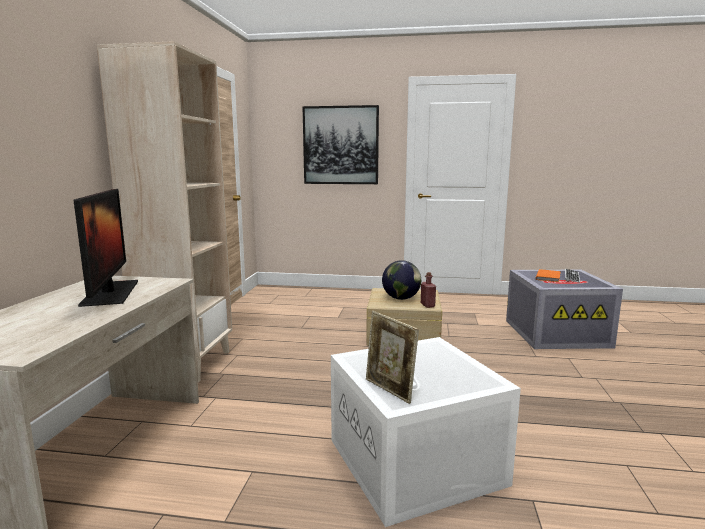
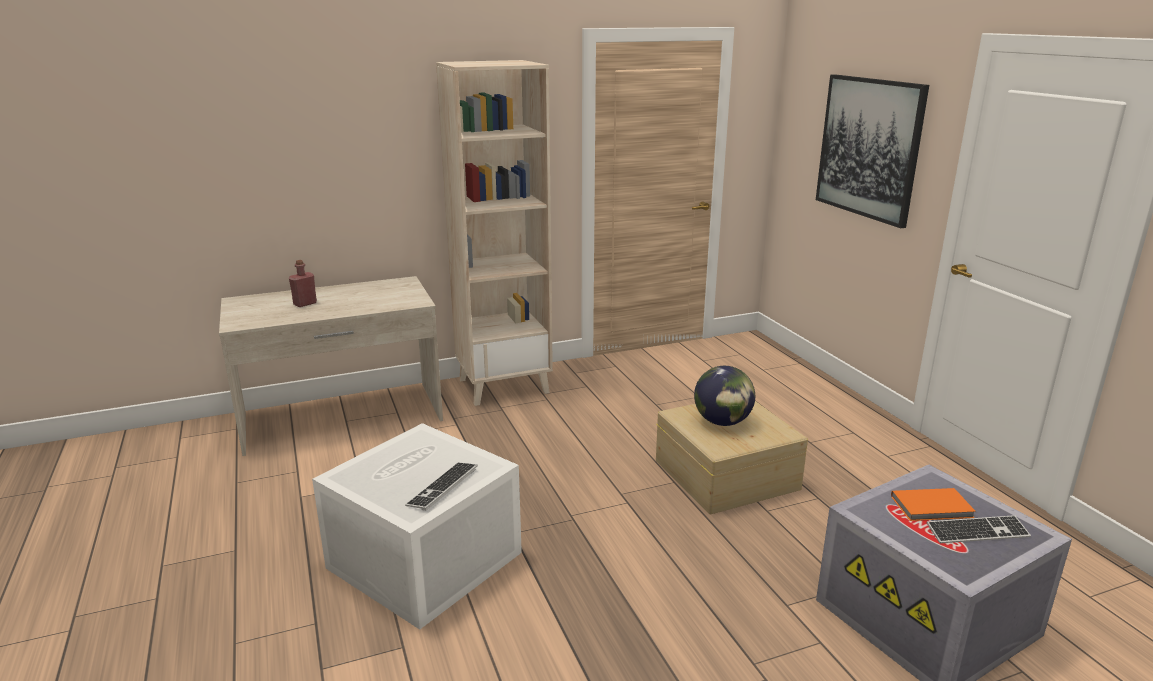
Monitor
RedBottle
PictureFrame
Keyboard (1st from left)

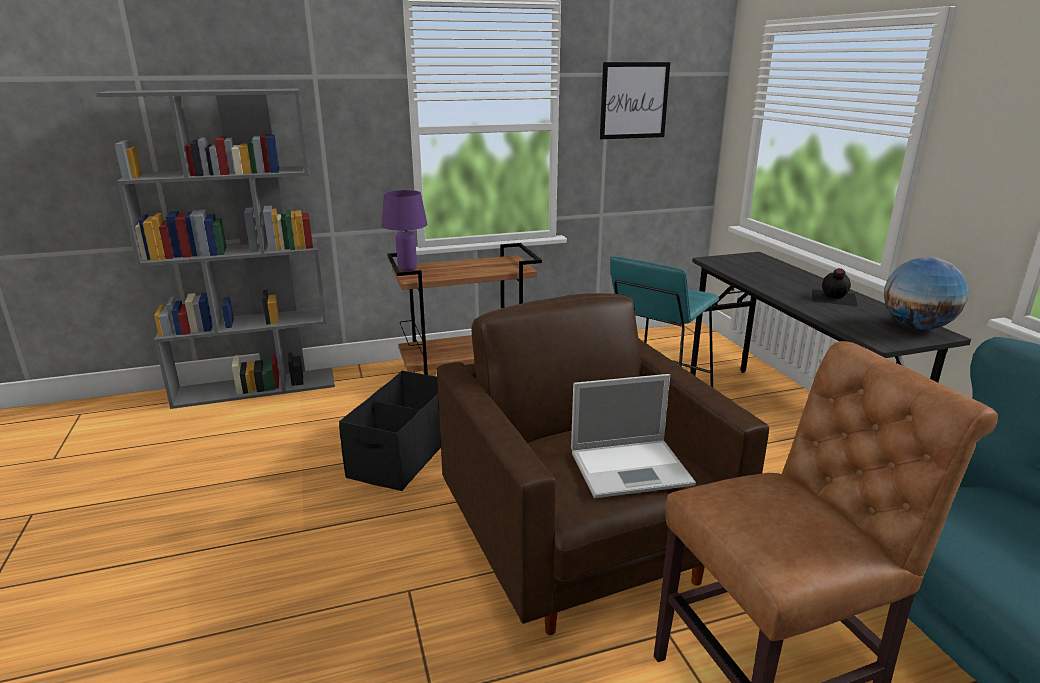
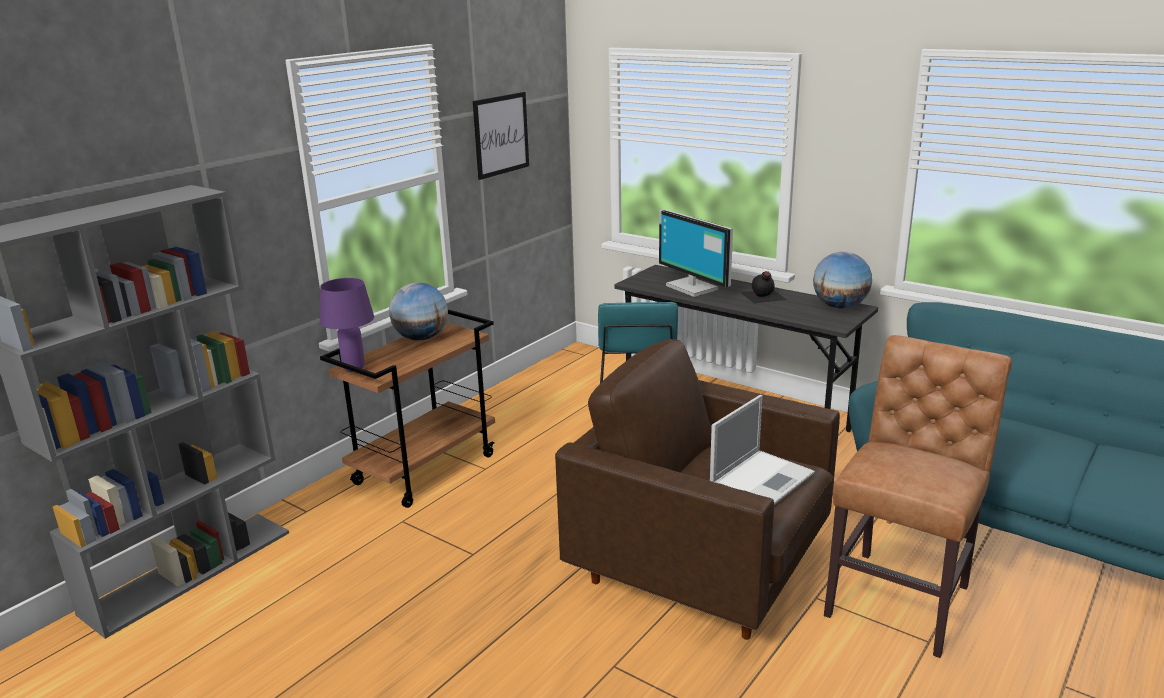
BlackStorageBox
Monitor
Globe (1st from left)

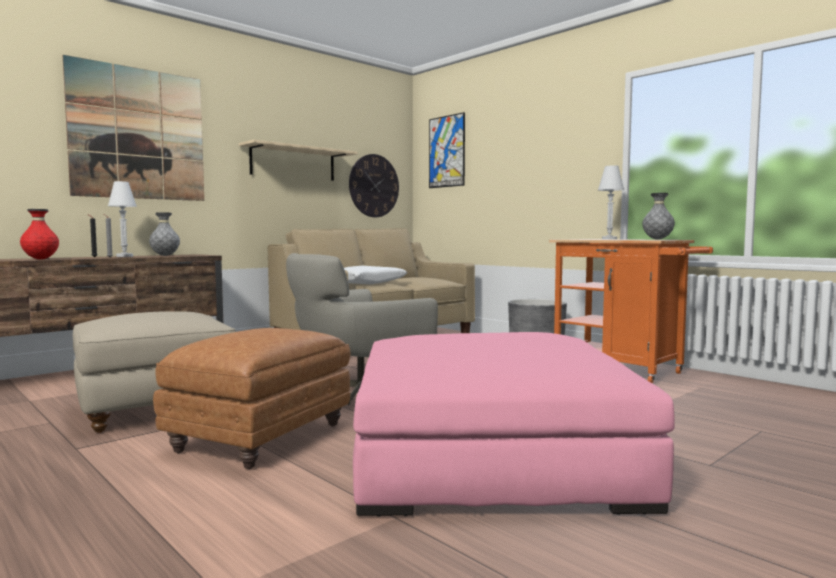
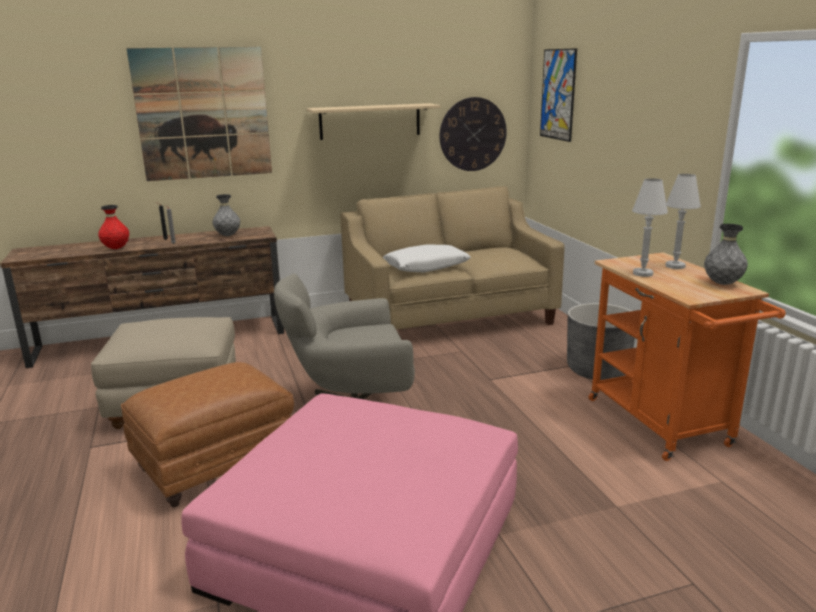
WhiteTableLamp (1st from left)

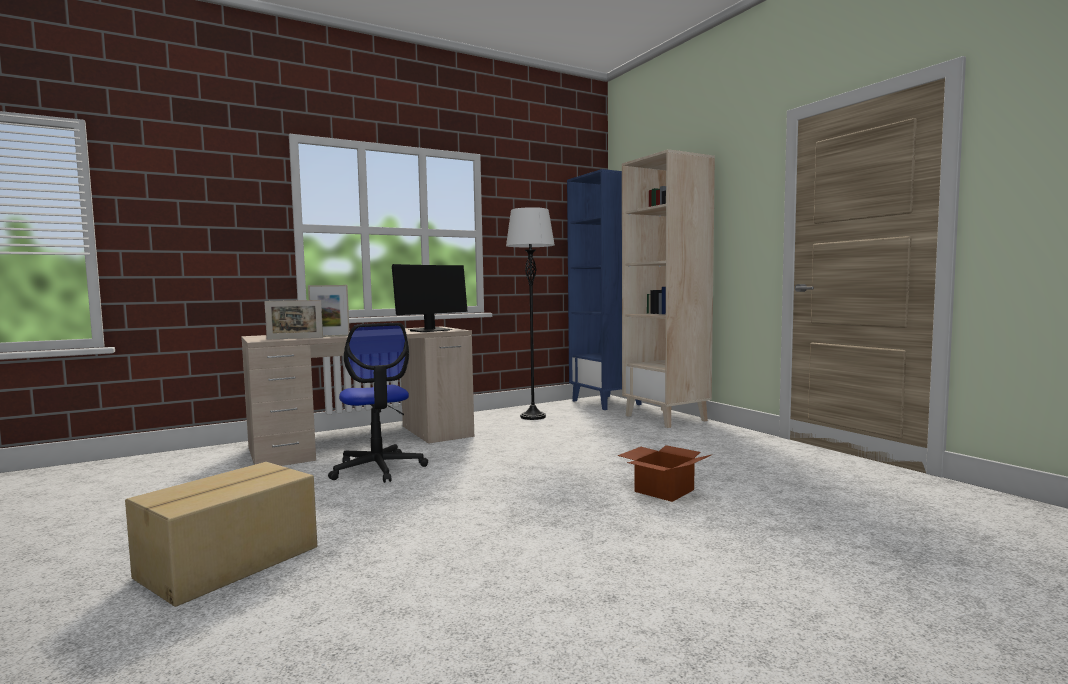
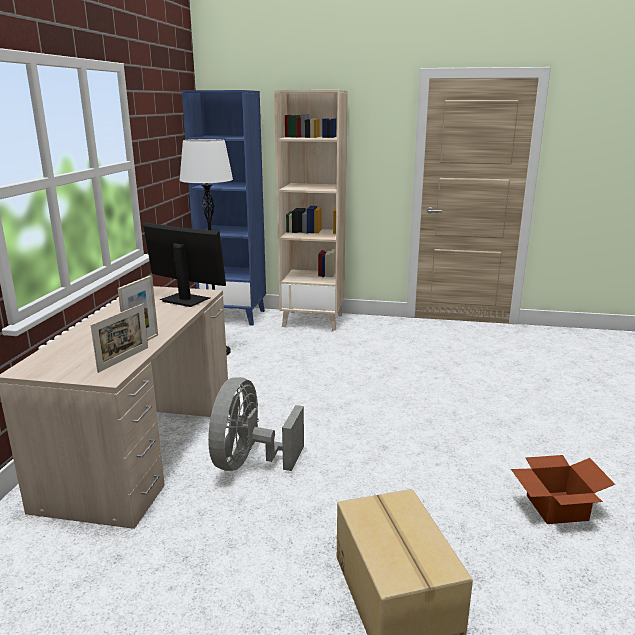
Monitor
GreyFan
CardboardBox (2nd from left)

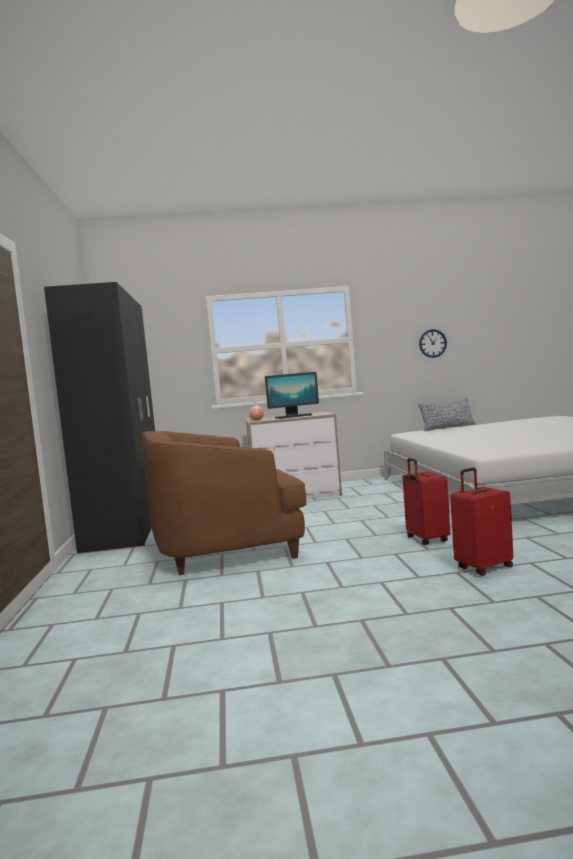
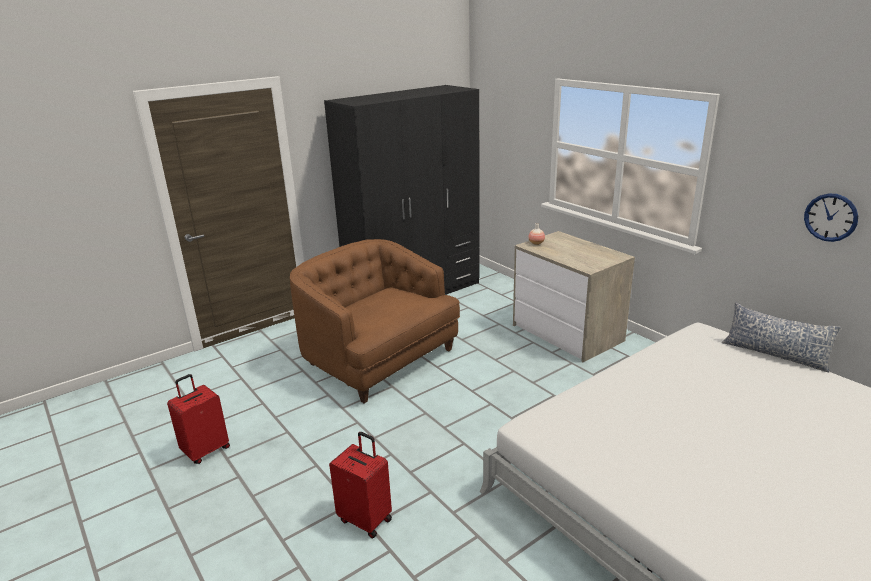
Monitor
RedSuitcase (1st from left)

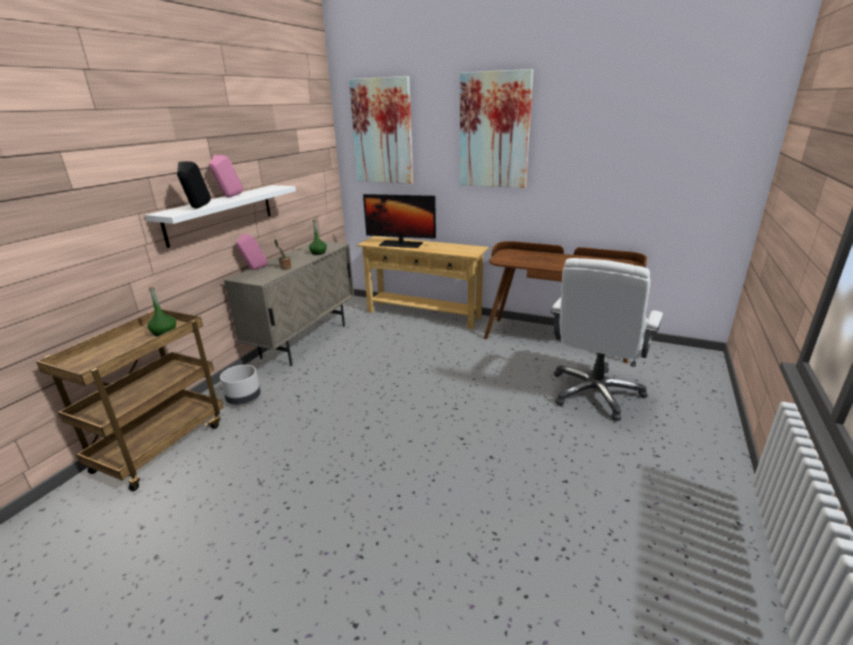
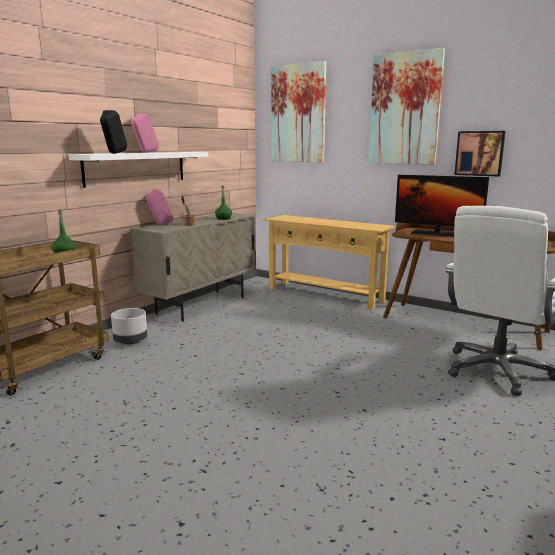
Monitor
Picture (3rd from left)

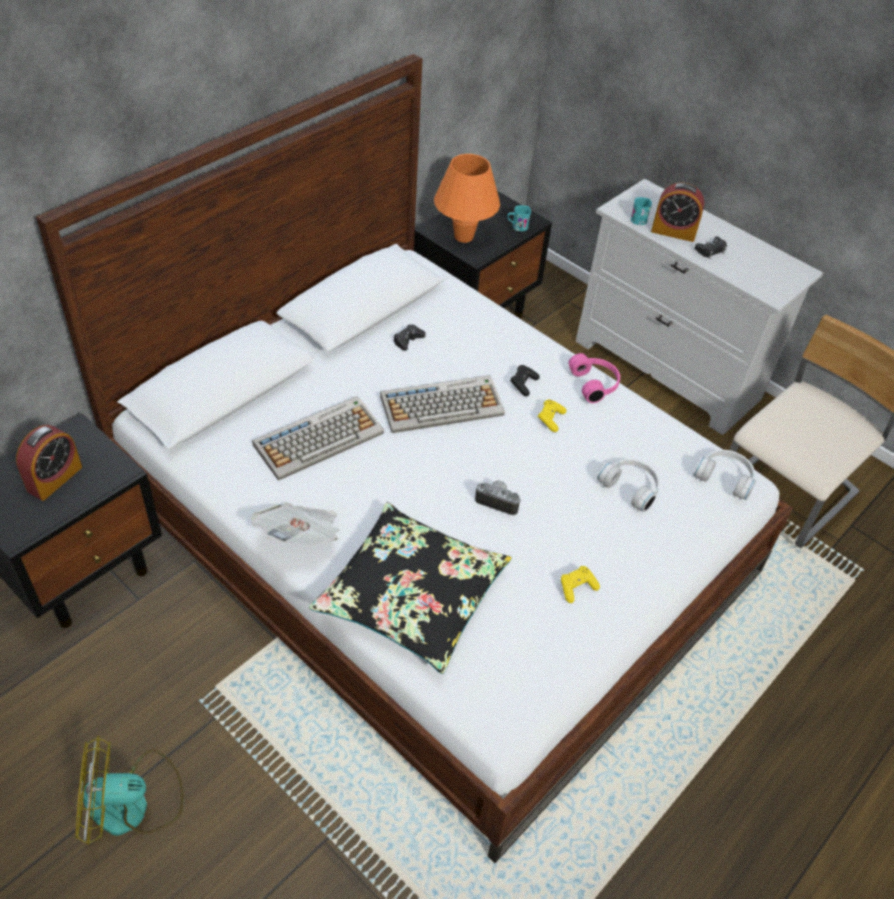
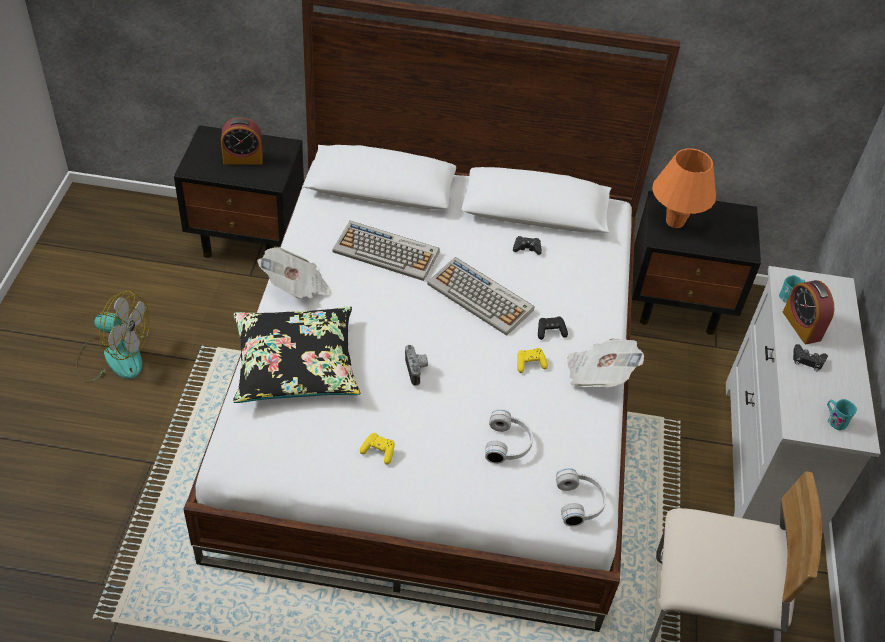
TurquoiseMug (2nd from left)
Newspaper (2nd from left)
Fan

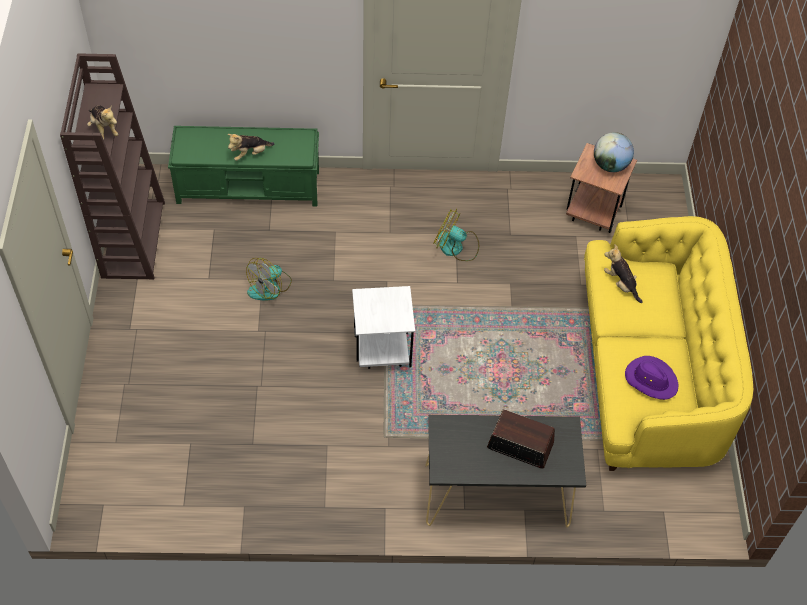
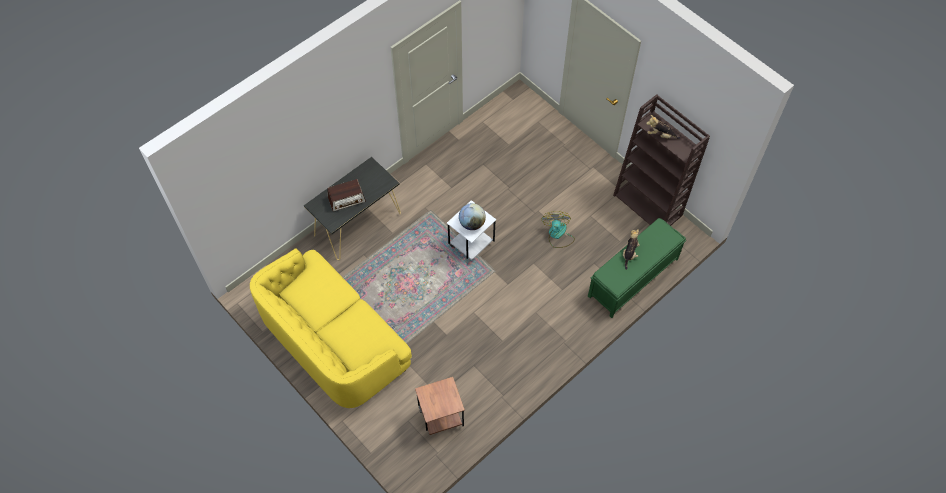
Globe
Fan (2nd from left in the first image)
PlushToy (3rd from left in the first image)
PurpleHat

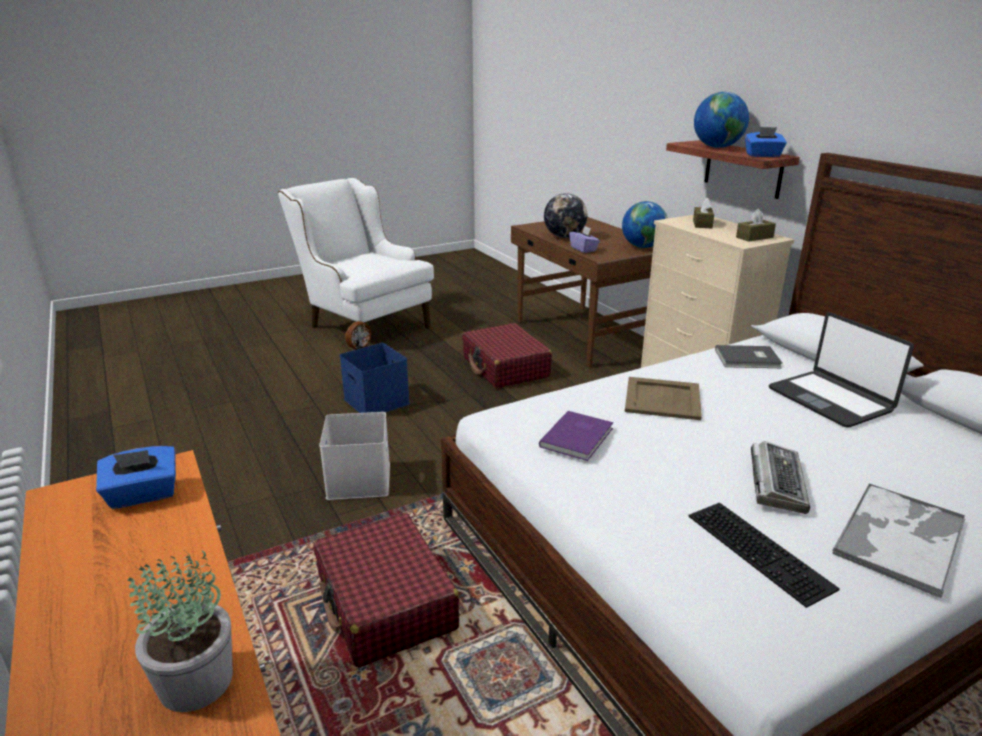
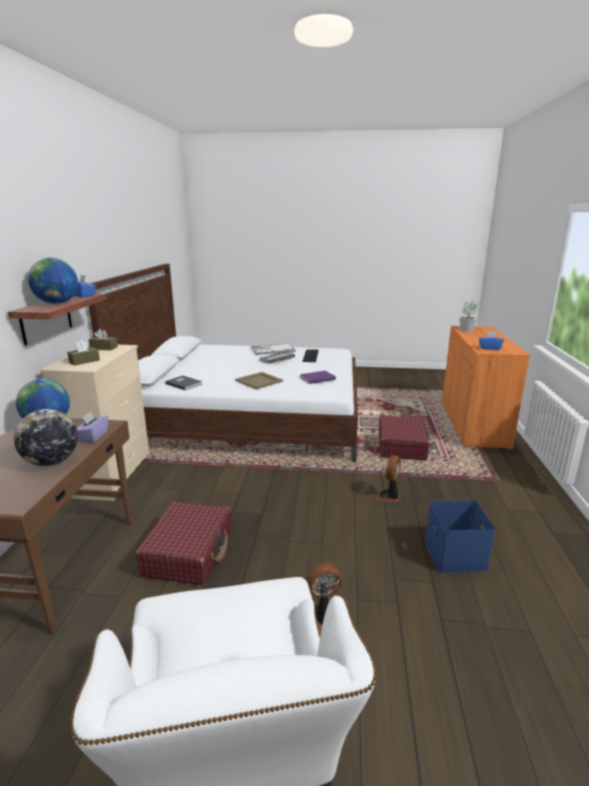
Laptop
BlueStorageBox
Fan (2nd from left)

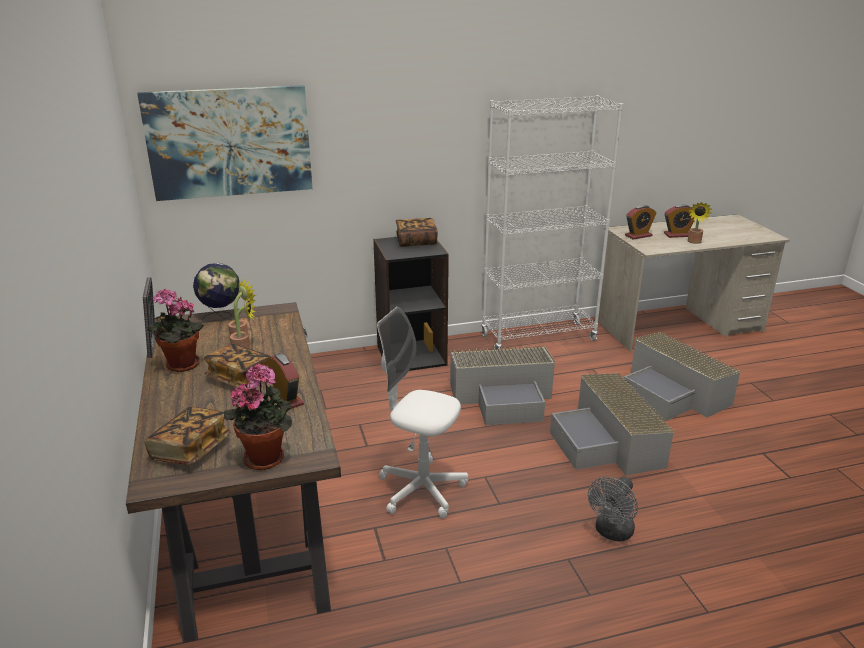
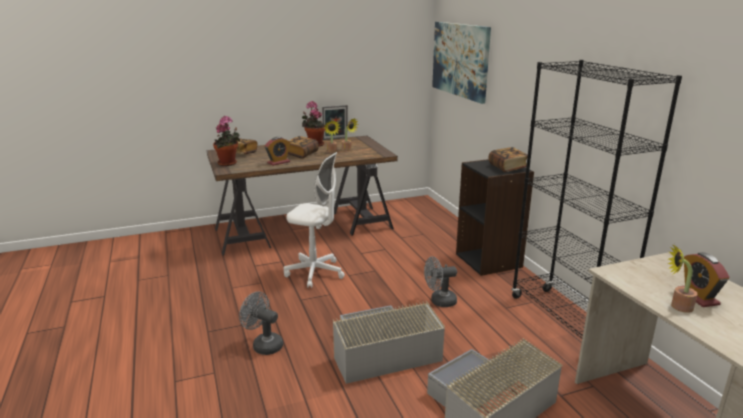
BlackBookcase (2nd from left)
AlarmClock (2nd from left in the first image)
Globe
WhiteOfficeChair
GreyFan (2nd from left)

